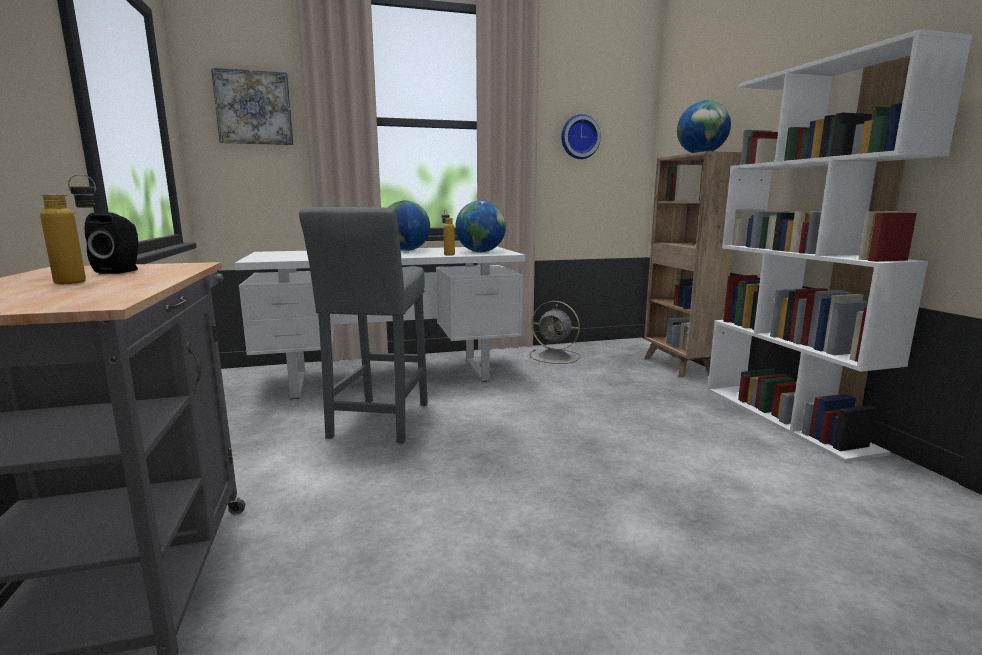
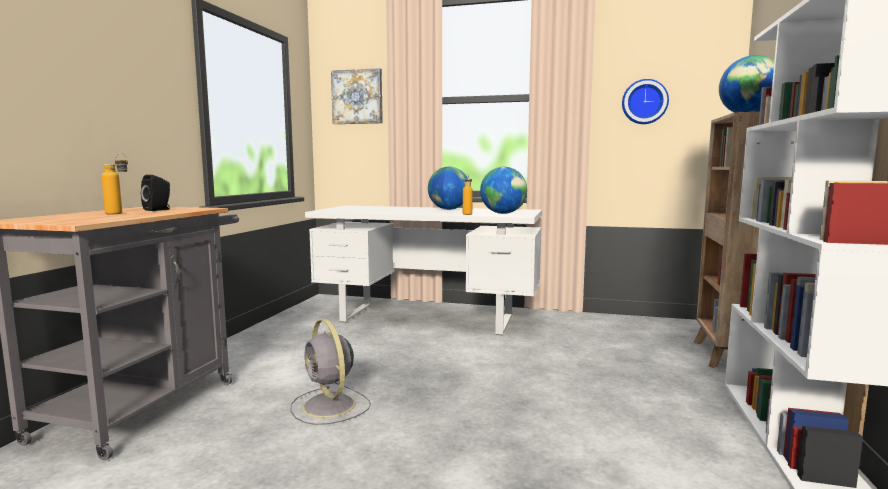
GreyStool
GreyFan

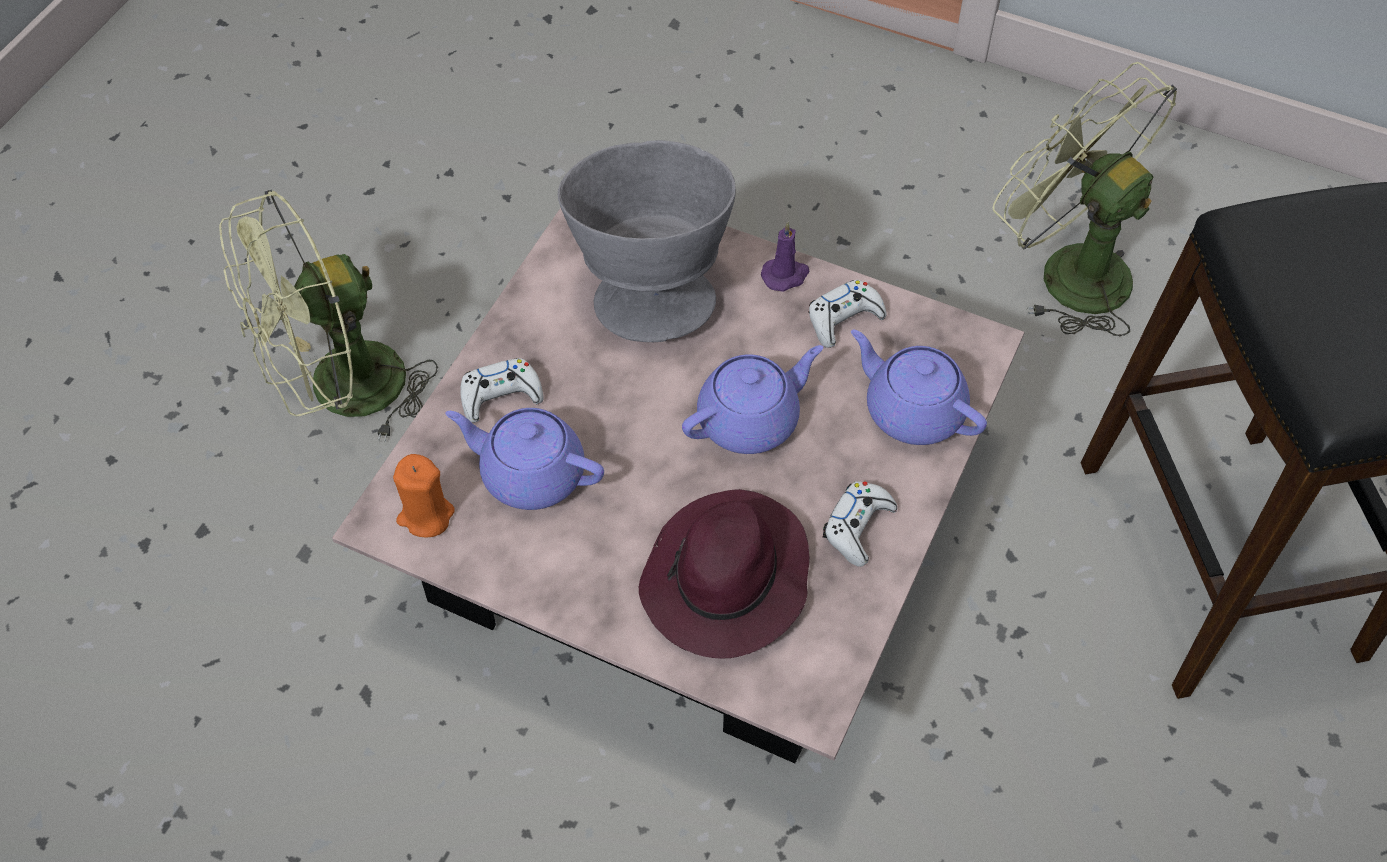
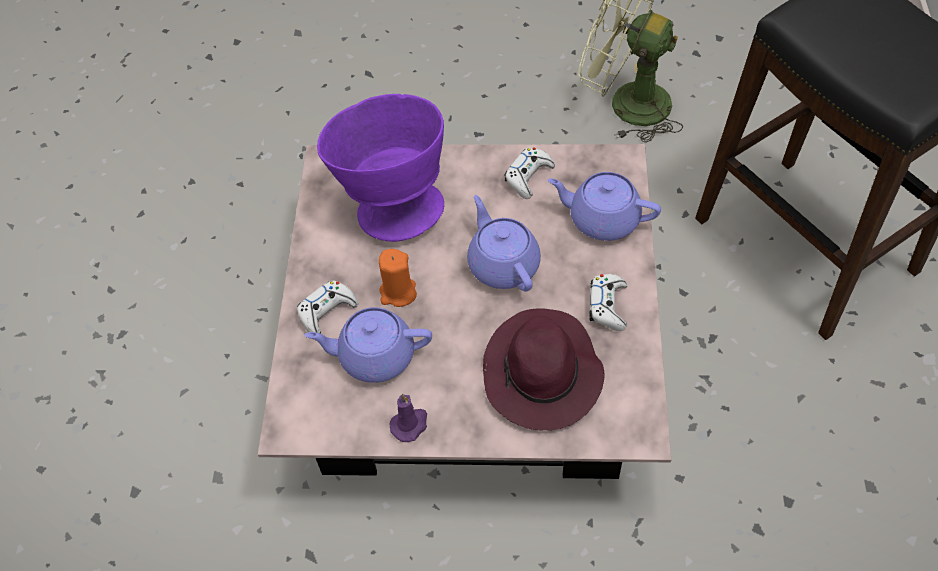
PurpleBowl
GreenFan (1st from left in the first image)
PurpleCandle
PurpleTeapot (2nd from left)
OrangeCandle

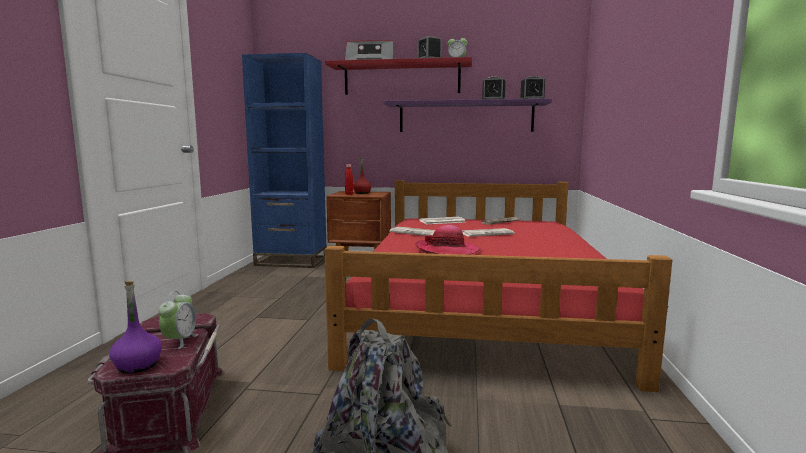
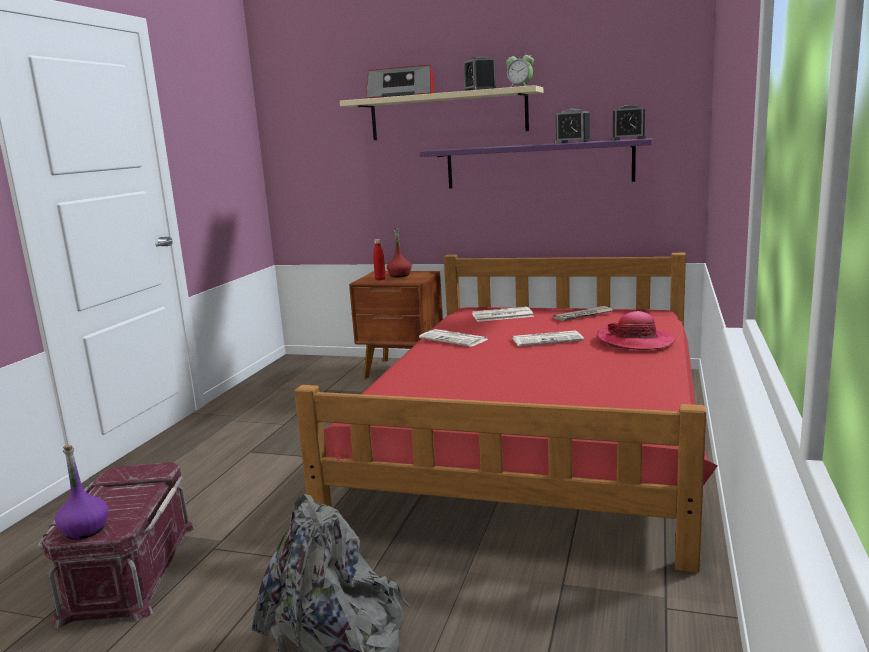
BlueBookcase
BeigeShelf
Hat
AlarmClock (1st from left in the first image)

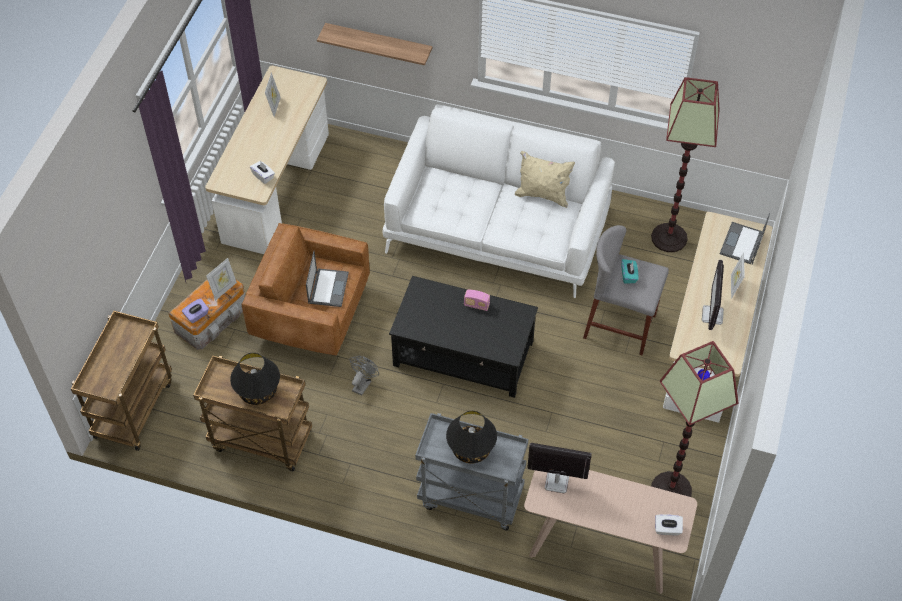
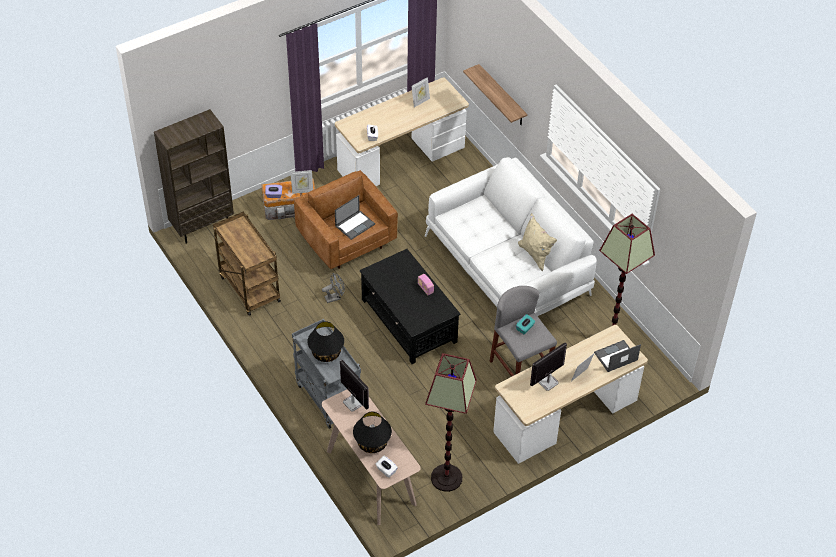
BrownBookcase
BlackTableLamp (2nd from left)

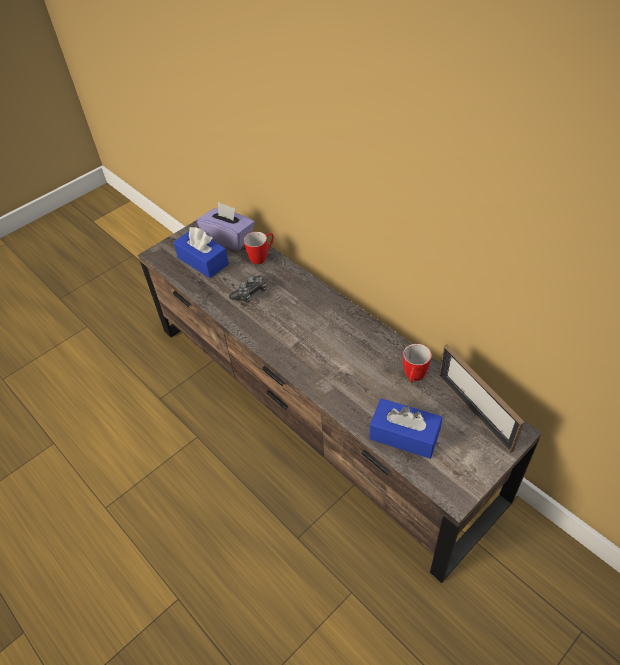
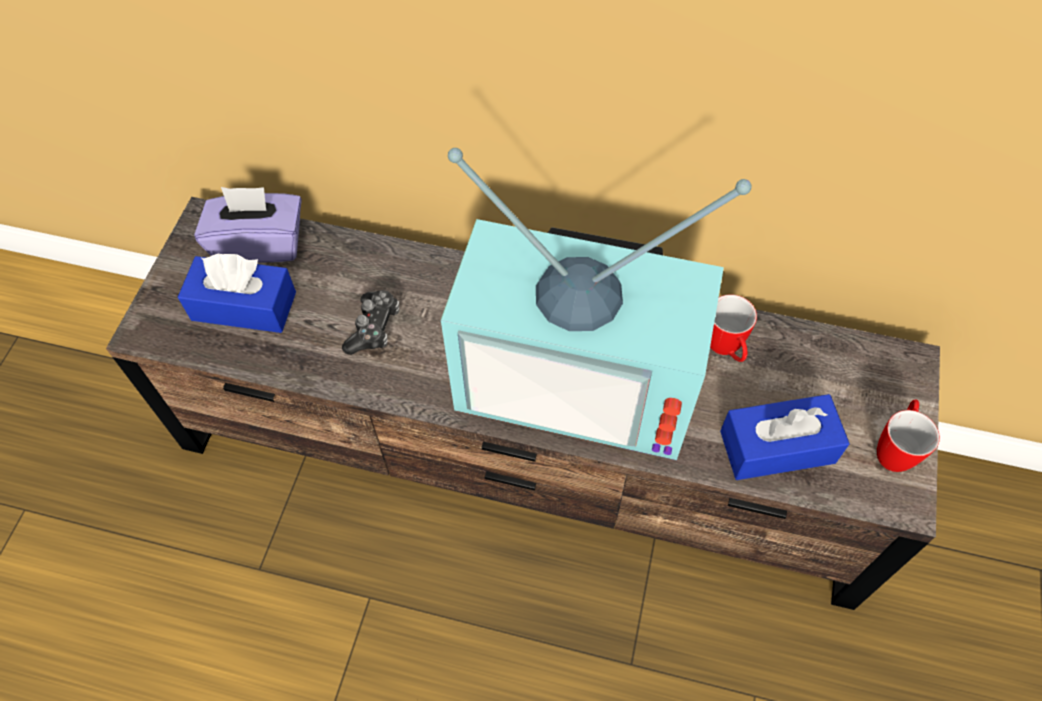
Mug (2nd from left)
PictureFrame
Television

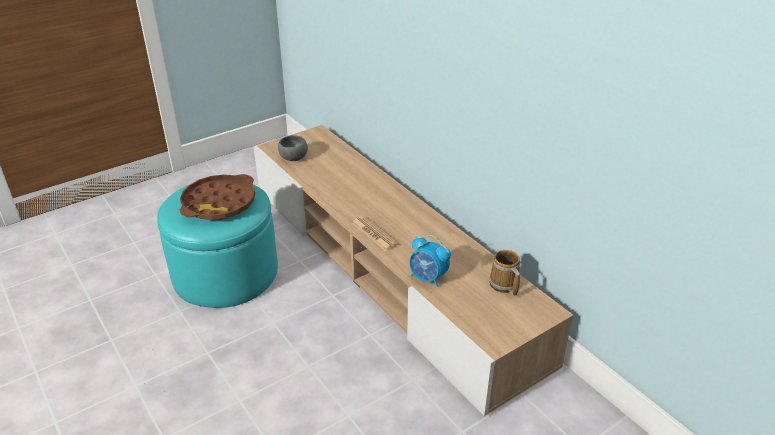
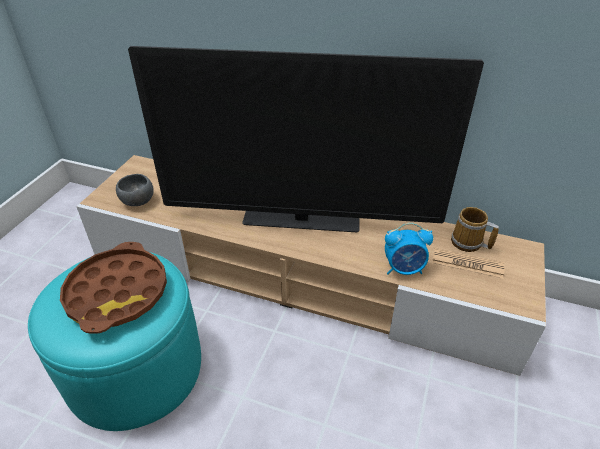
Newspaper
Television

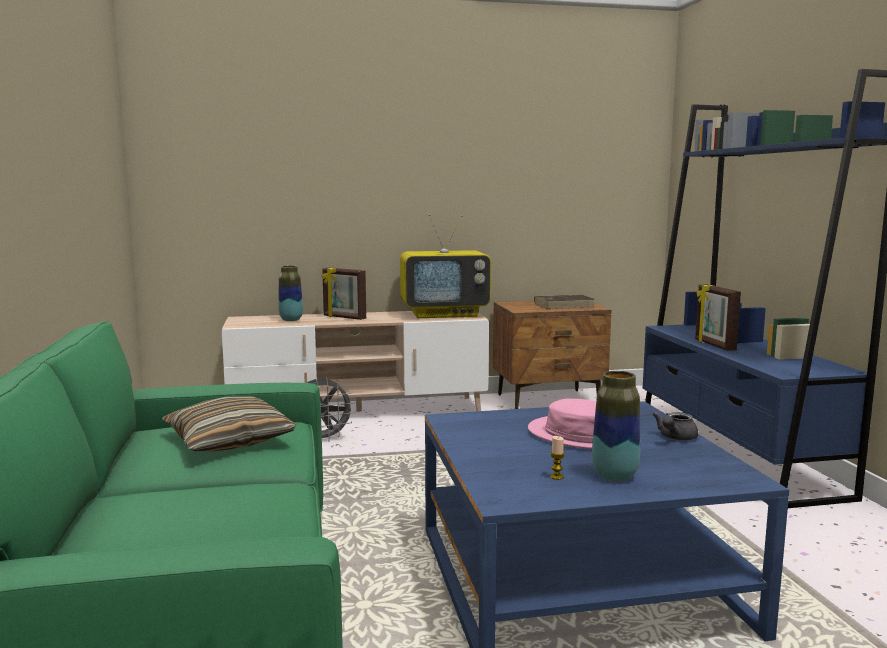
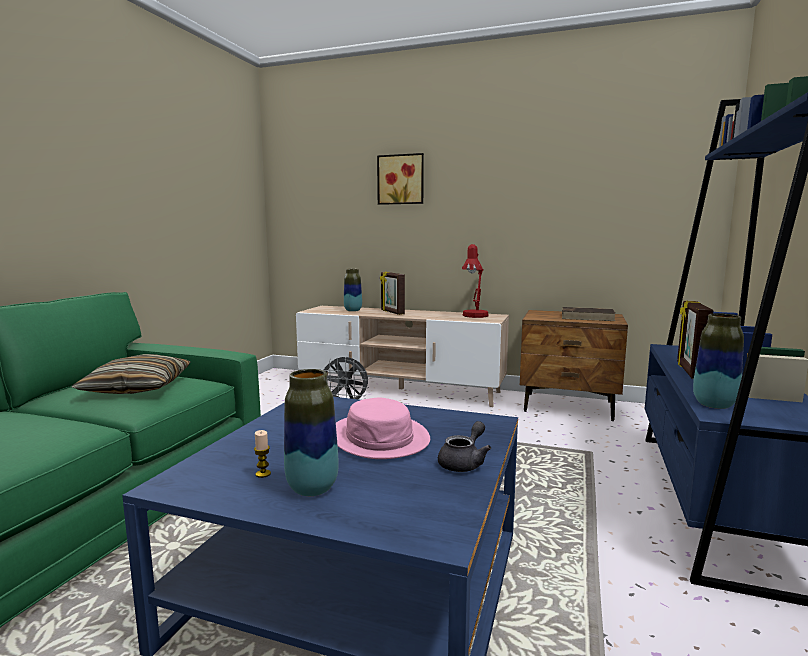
RedTableLamp
GreyTeapot
Picture
Vase (3rd from left)

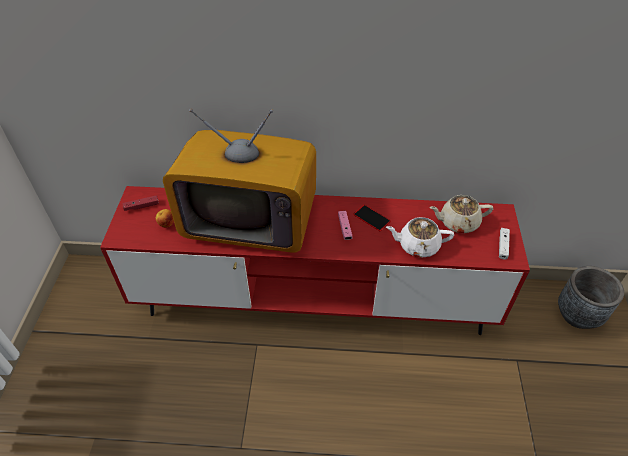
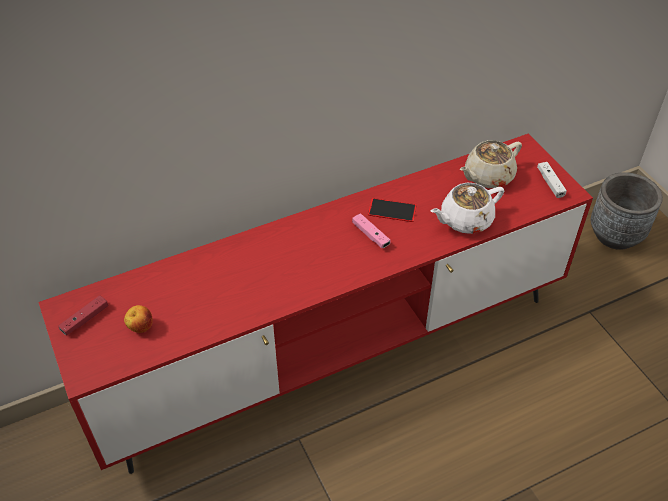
Television

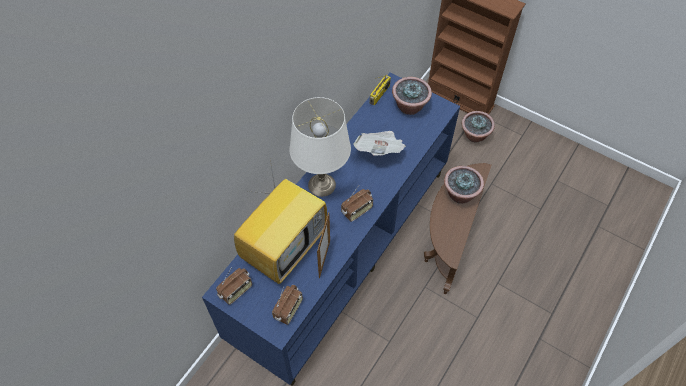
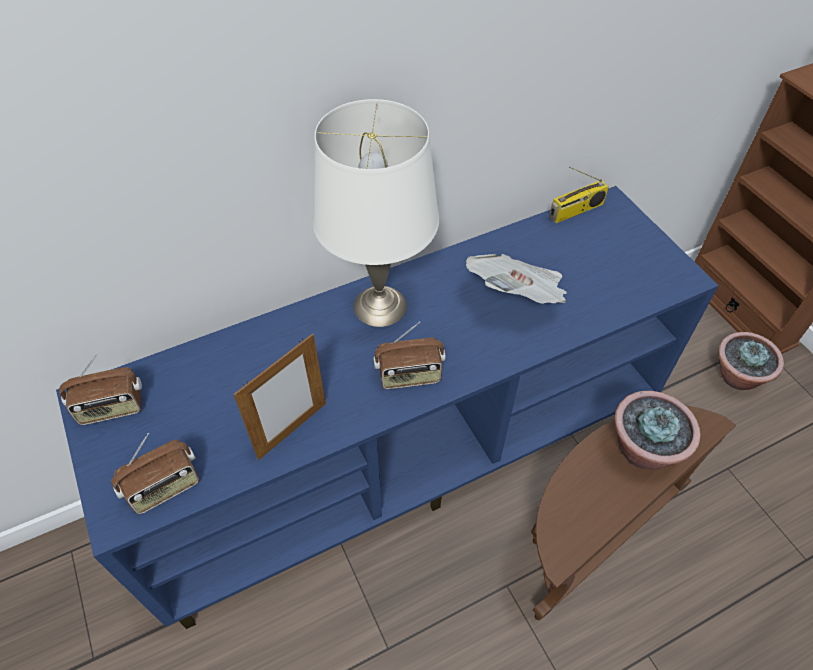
PottedPlant (1st from left in the first image)
Television

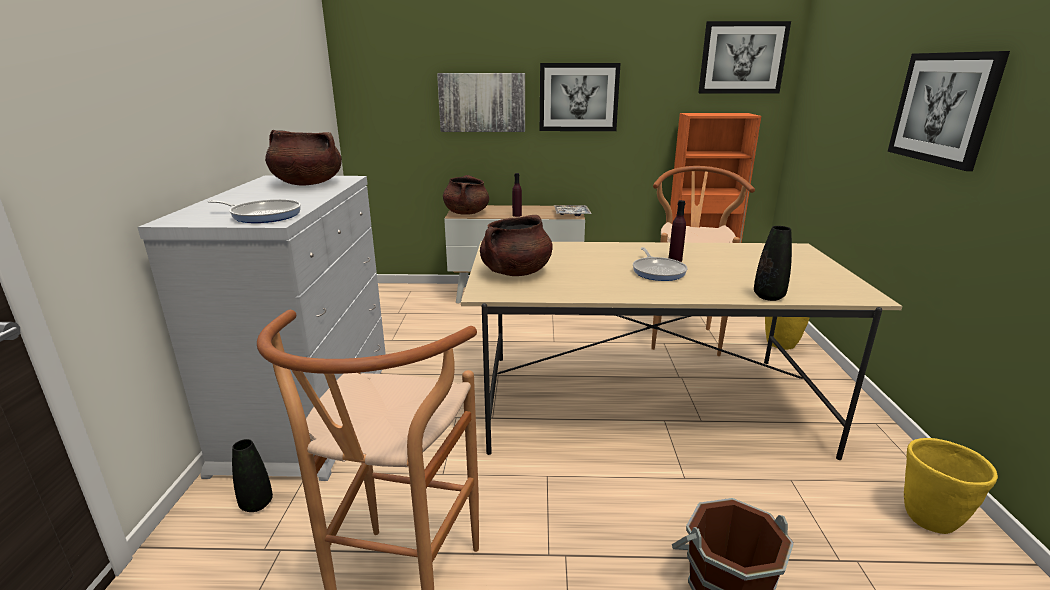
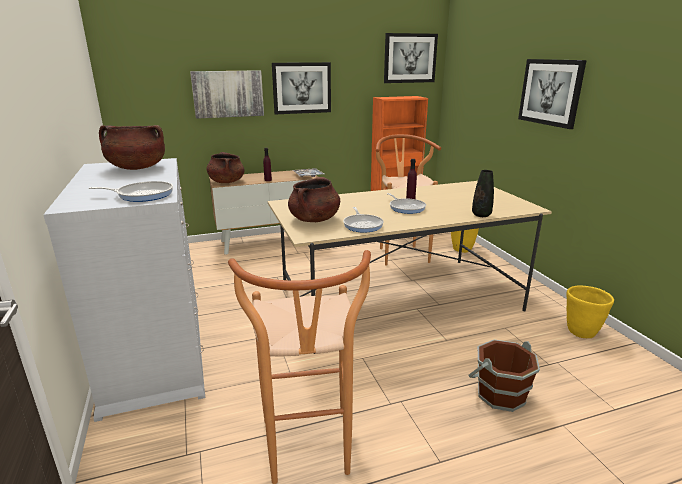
BlackVase (1st from left in the first image)
FryingPan (2nd from left)

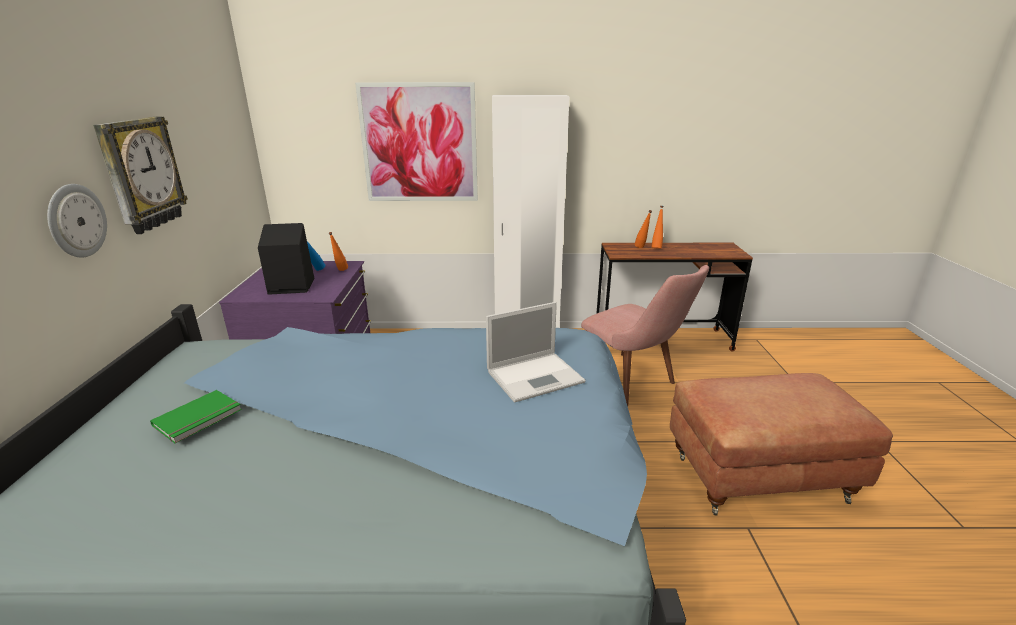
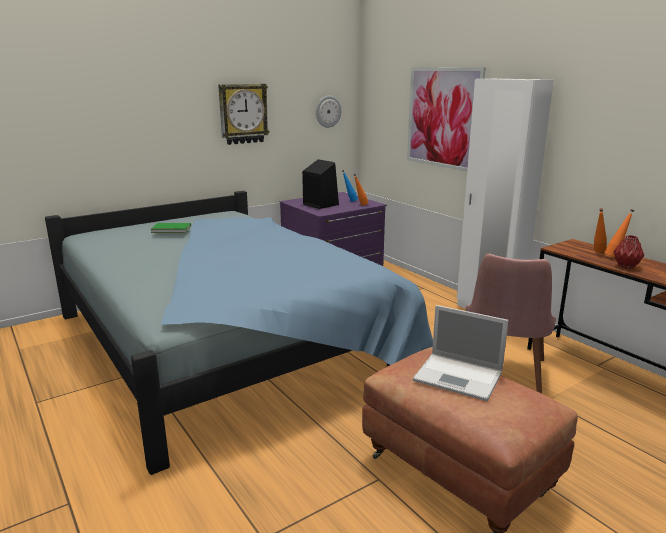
WallClock (2nd from left)
Laptop
RedVase

